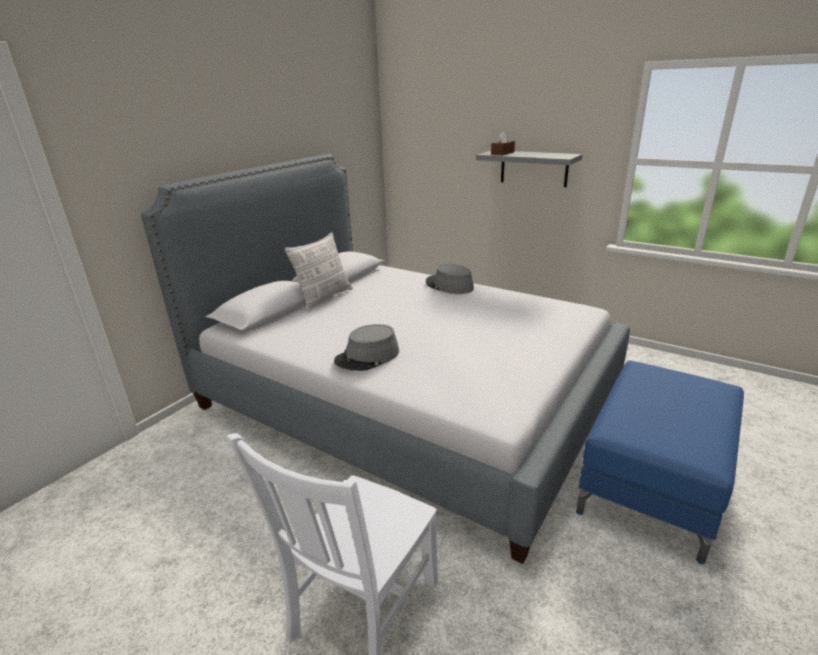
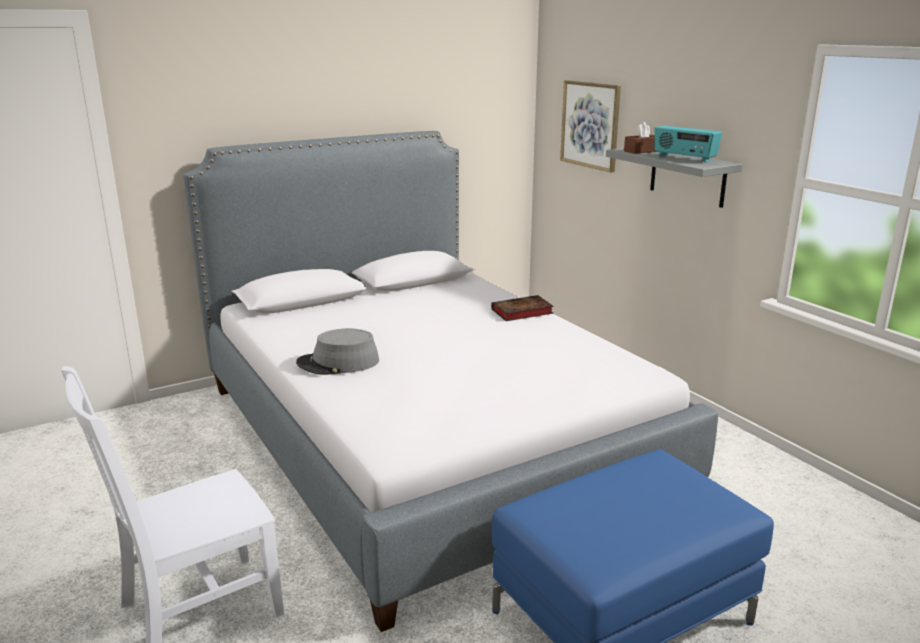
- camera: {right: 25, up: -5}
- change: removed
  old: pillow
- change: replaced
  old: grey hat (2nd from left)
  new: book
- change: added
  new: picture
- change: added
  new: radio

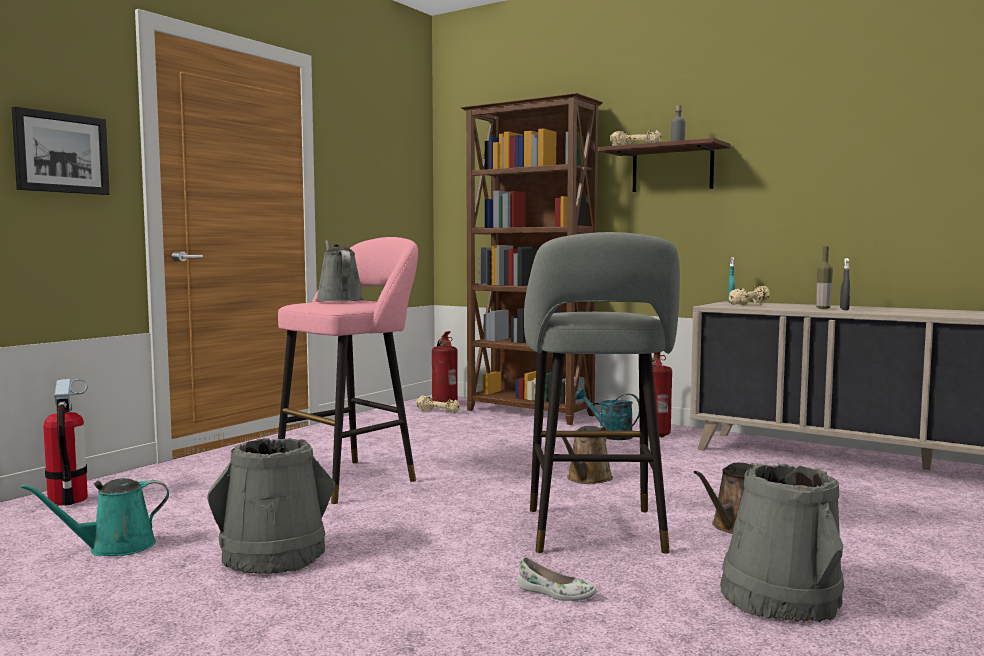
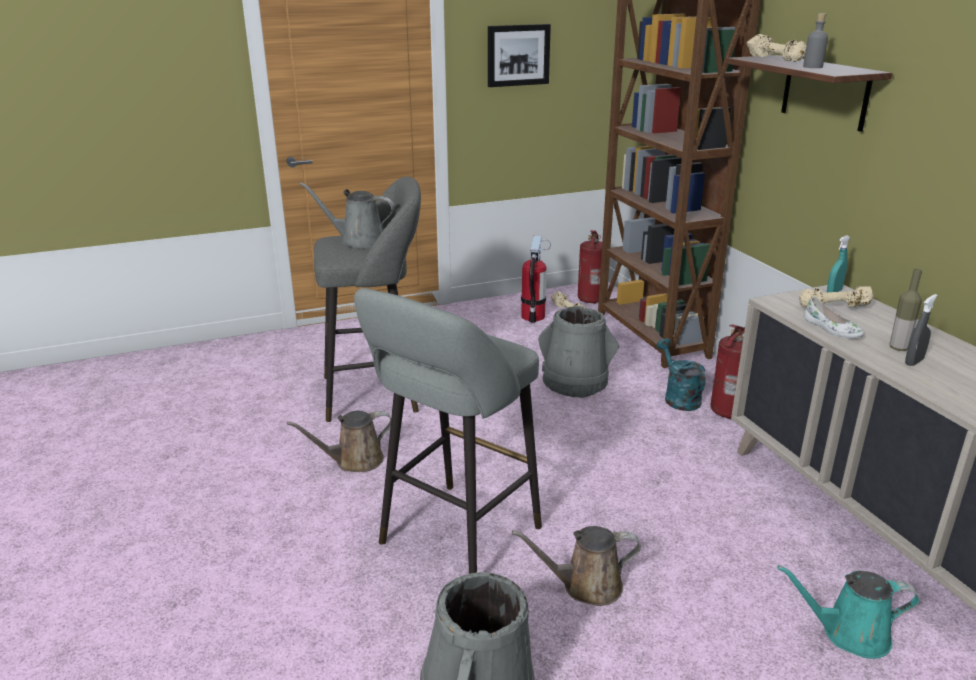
- camera: {right: 35, up: 20}
- change: moved
  old: picture
- change: recoloured
  old: pink stool
  new: grey stool (1st from left)
- change: turned
  old: grey watering can
  degrees: -90
- change: moved
  old: fire extinguisher (1st from left)
- change: moved
  old: brown watering can (1st from left)
- change: moved
  old: grey bucket (1st from left in the first image)
  new: grey bucket (2nd from left)
- change: moved
  old: turquoise watering can (1st from left in the first image)
  new: turquoise watering can (2nd from left)
- change: moved
  old: white shoe

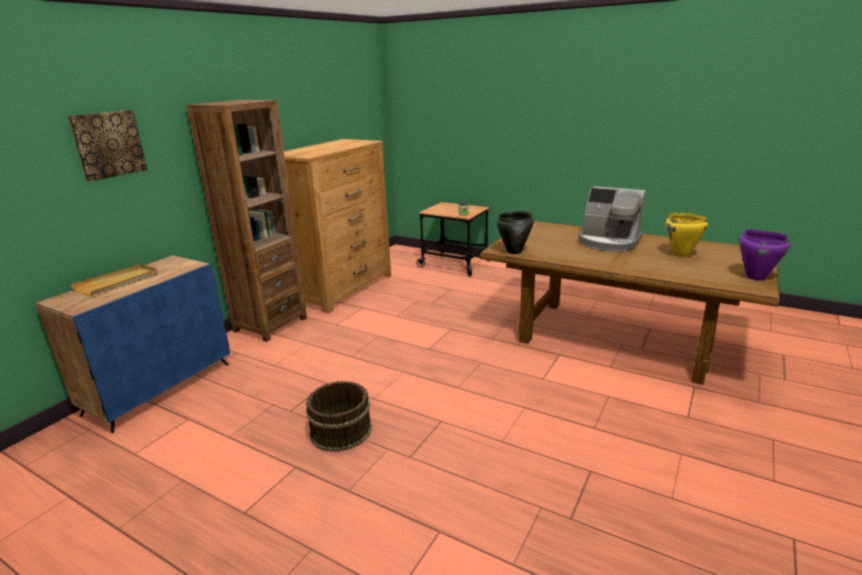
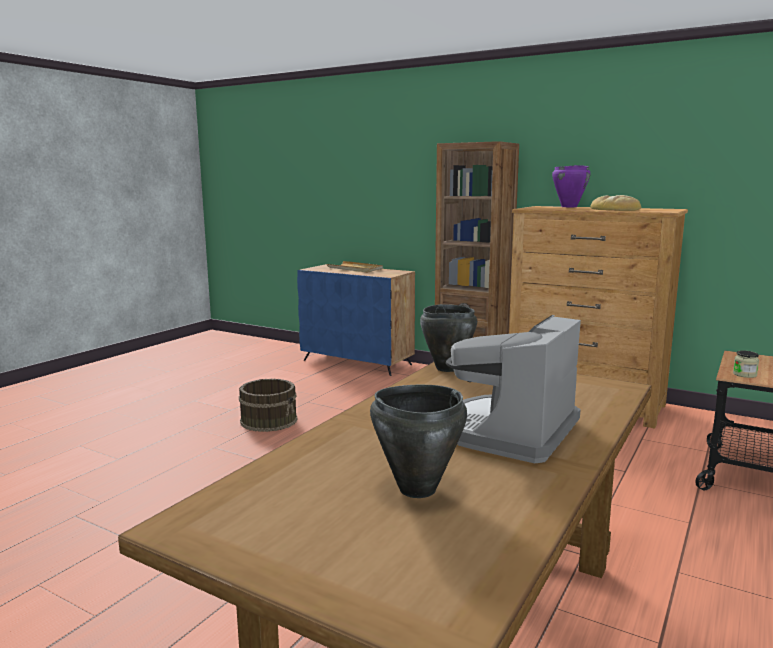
- camera: {right: 90, up: -10}
- change: removed
  old: picture
- change: recoloured
  old: yellow cooking pot
  new: black cooking pot (1st from left)
- change: moved
  old: purple cooking pot
- change: added
  new: bread

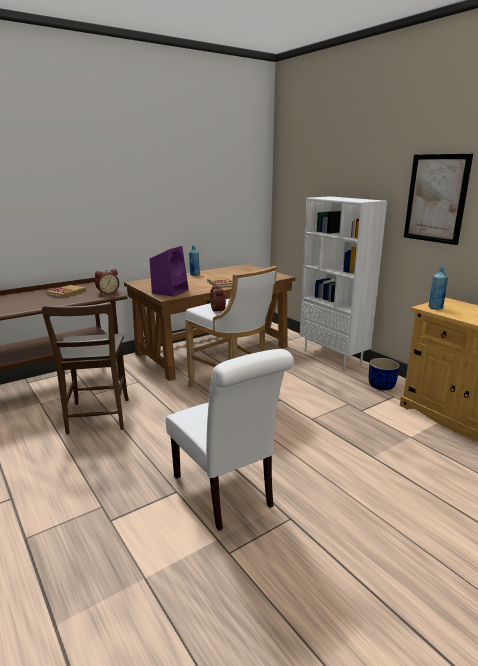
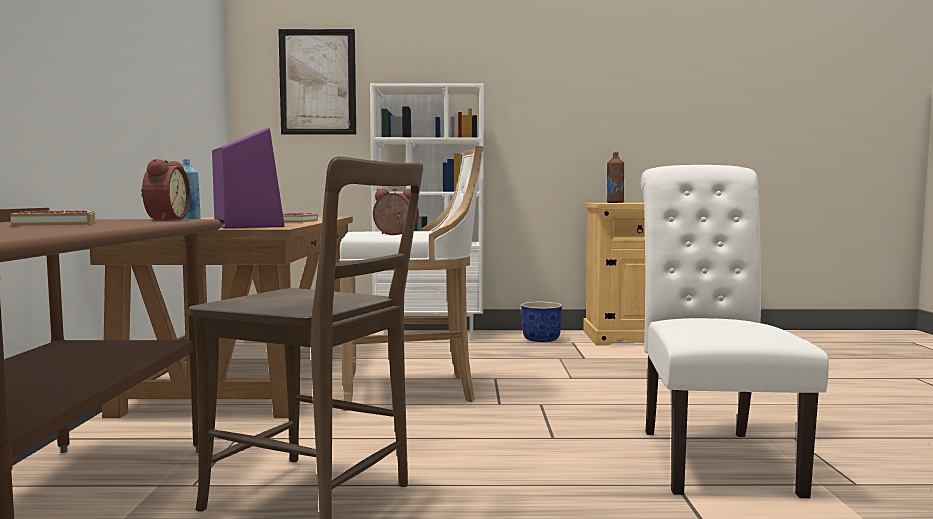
- camera: {right: -55, up: -15}
- change: moved
  old: picture
- change: recoloured
  old: blue bottle (2nd from left)
  new: brown bottle
- change: turned
  old: white chair
  degrees: -90

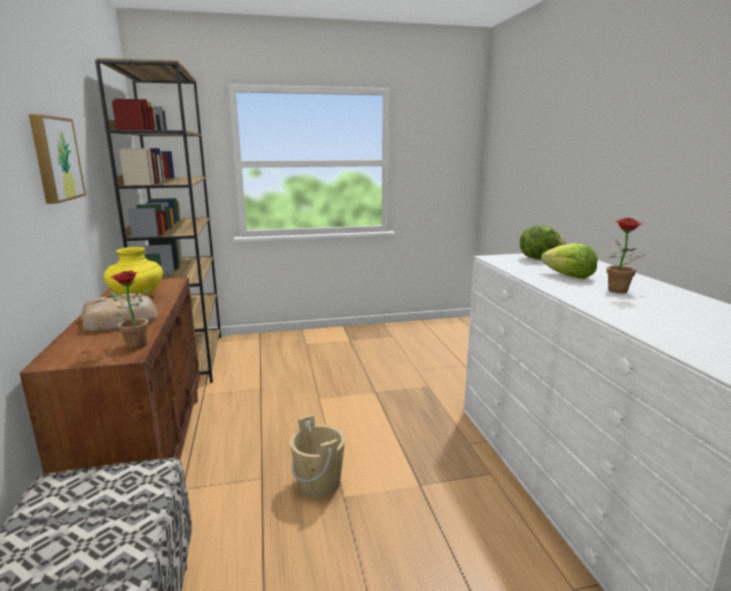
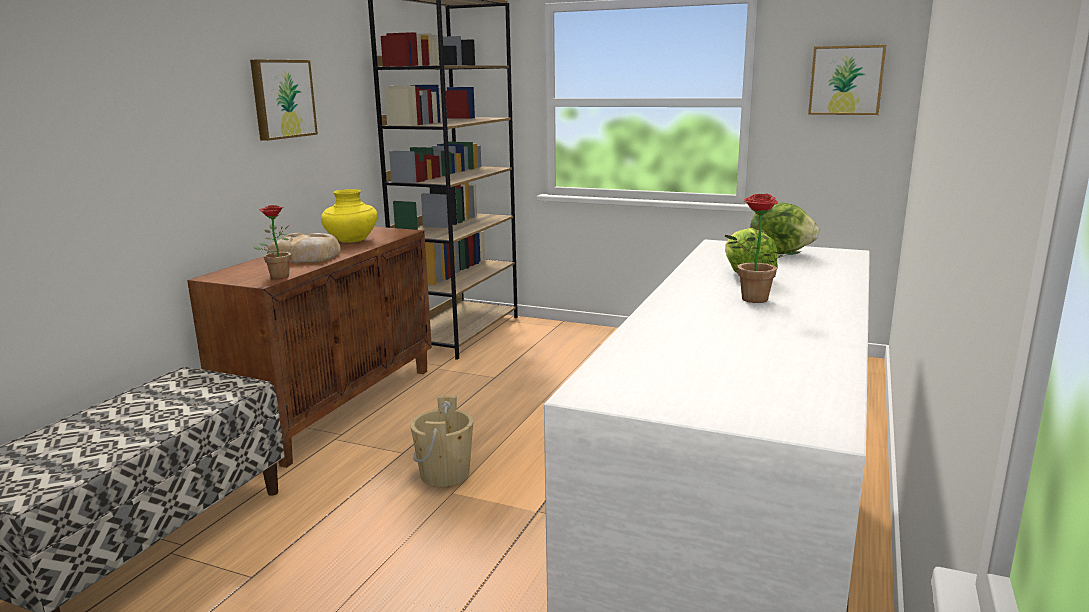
- camera: {right: 35, up: 0}
- change: added
  new: picture (2nd from left)

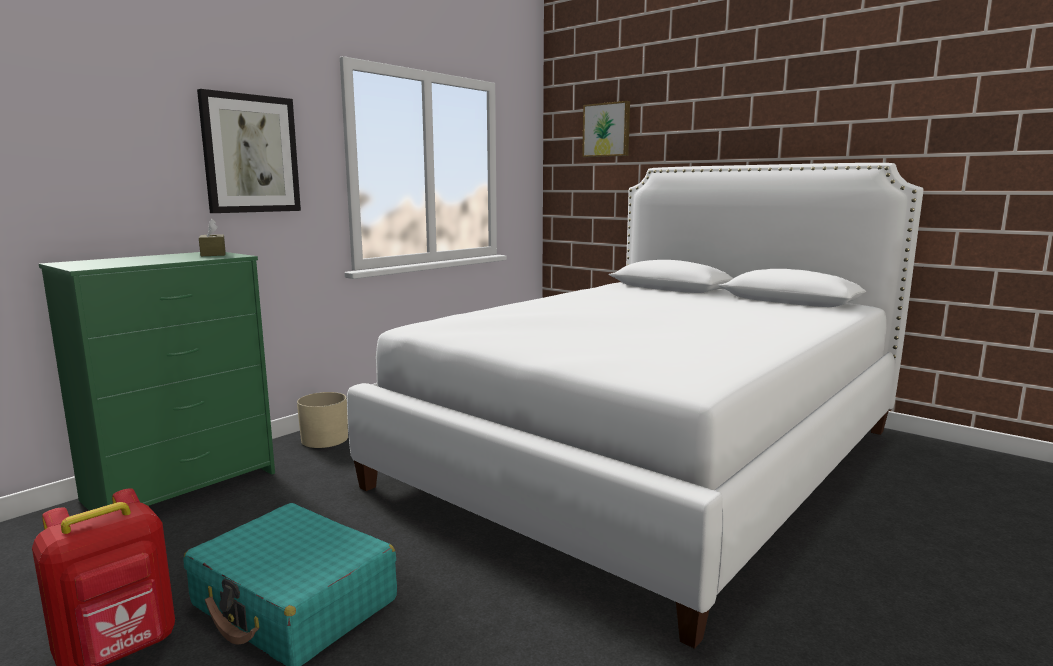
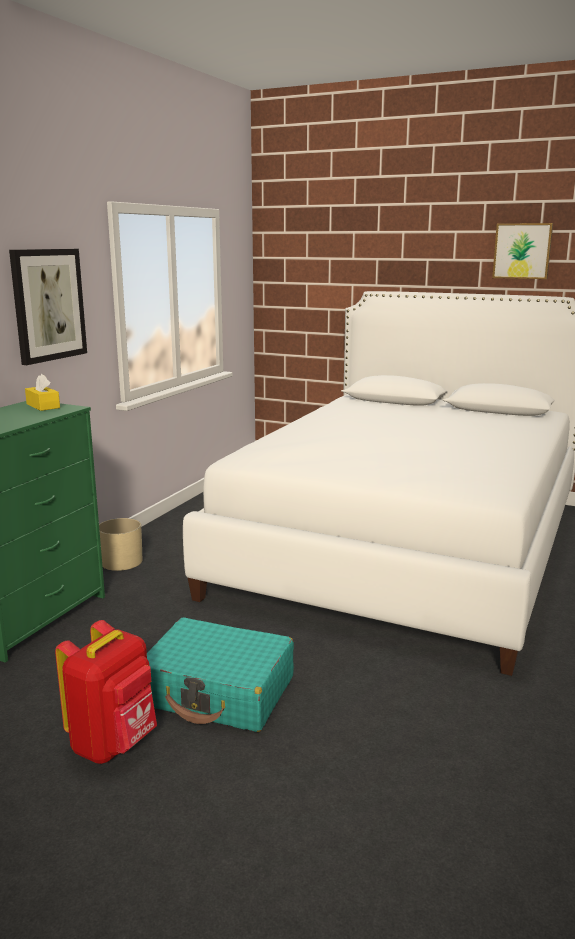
- camera: {right: -15, up: 5}
- change: moved
  old: picture (2nd from left)
- change: recoloured
  old: brown tissue box
  new: yellow tissue box

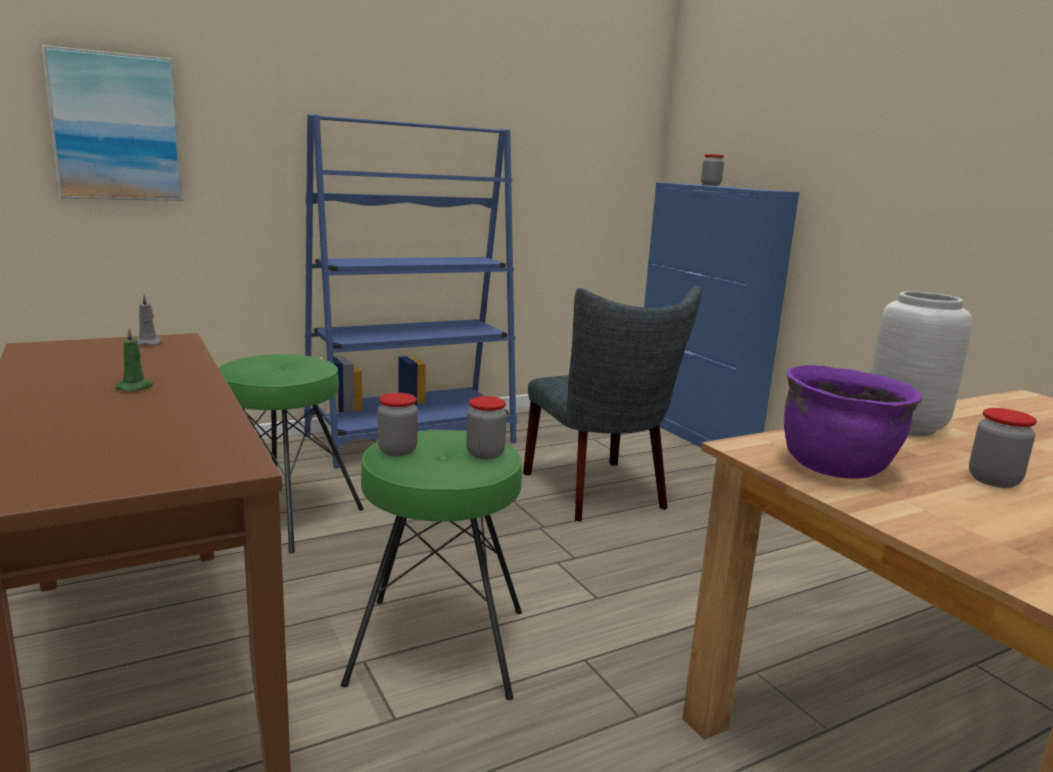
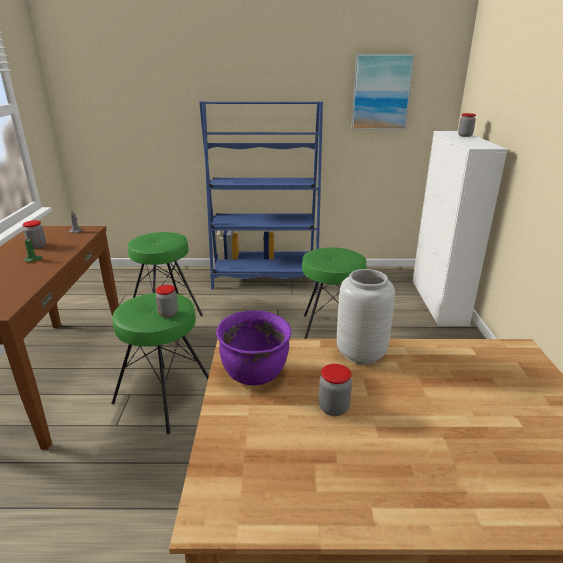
- camera: {right: 30, up: 10}
- change: moved
  old: picture
- change: recoloured
  old: blue cabinet
  new: white cabinet
- change: replaced
  old: grey chair
  new: green stool (3rd from left)
- change: moved
  old: jar (1st from left)

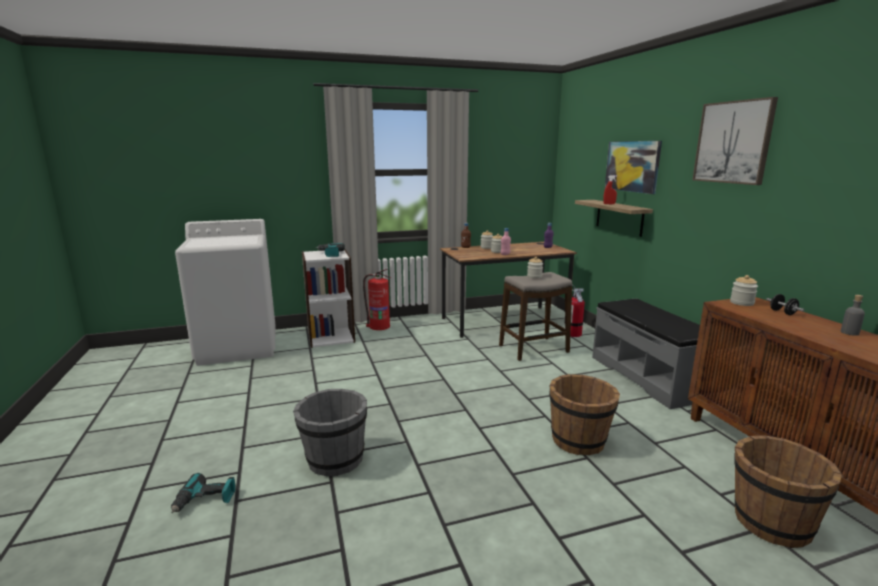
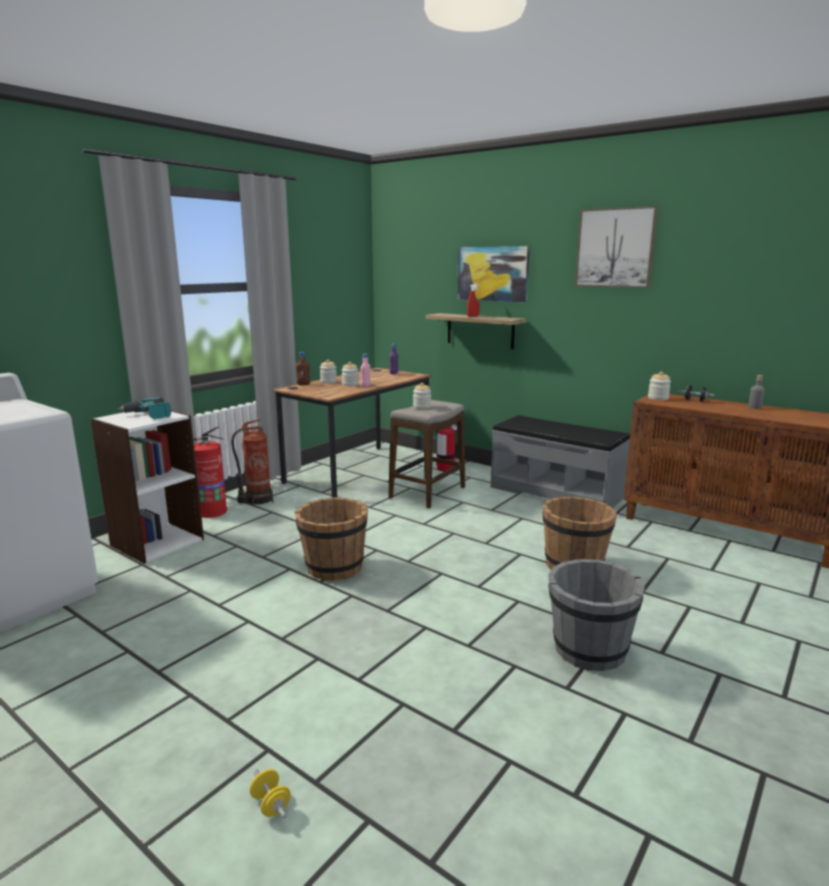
- camera: {right: -35, up: 0}
- change: moved
  old: grey bucket
- change: moved
  old: brown bucket (2nd from left in the first image)
  new: brown bucket (1st from left)
- change: replaced
  old: power drill (1st from left)
  new: yellow dumbbell
- change: added
  new: fire extinguisher (2nd from left)

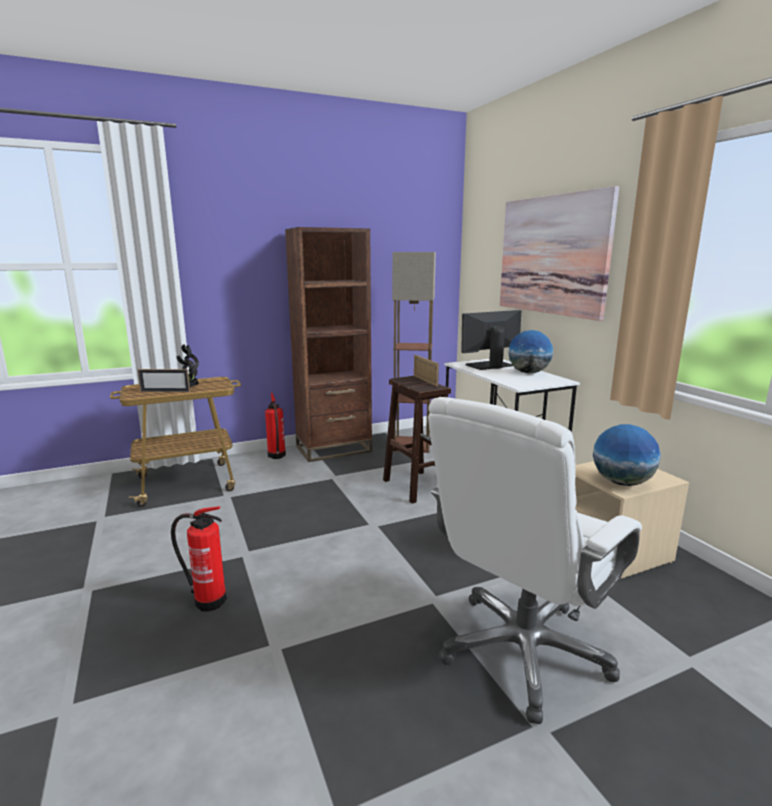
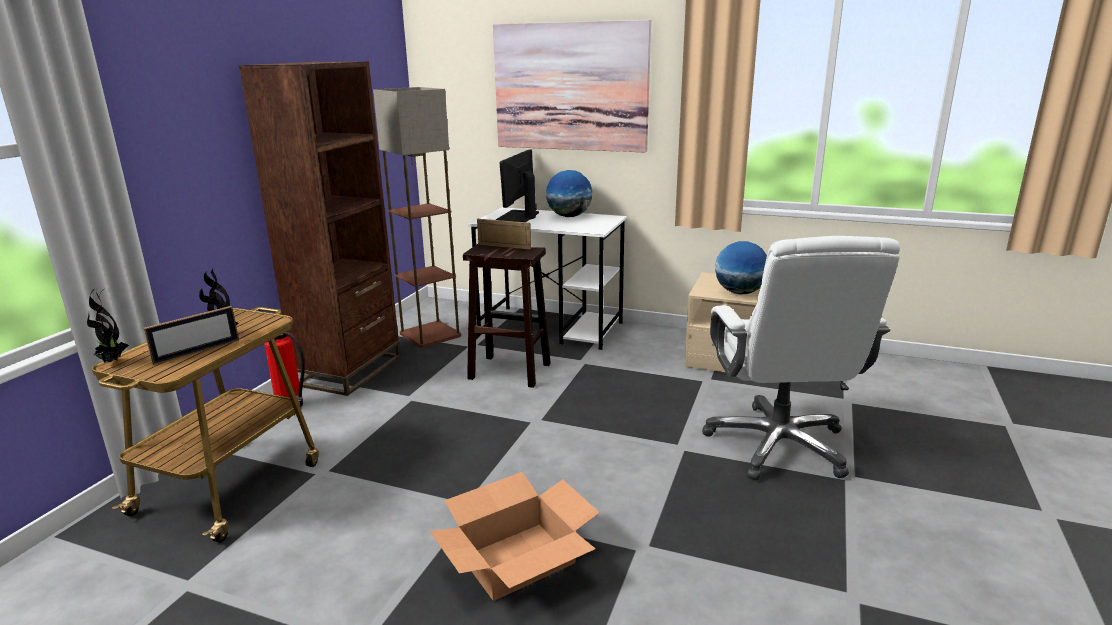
- camera: {right: -45, up: 5}
- change: replaced
  old: fire extinguisher (1st from left)
  new: cardboard box
- change: added
  new: potted plant (1st from left)

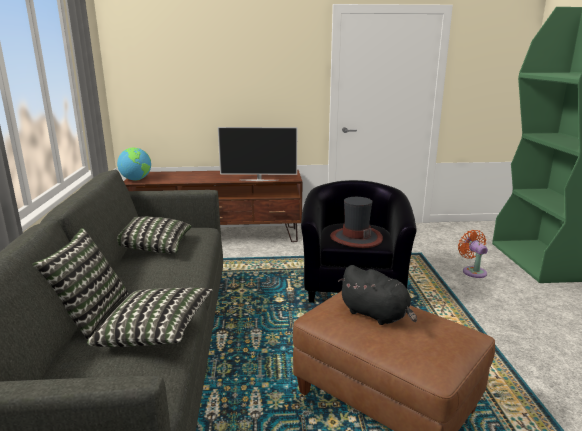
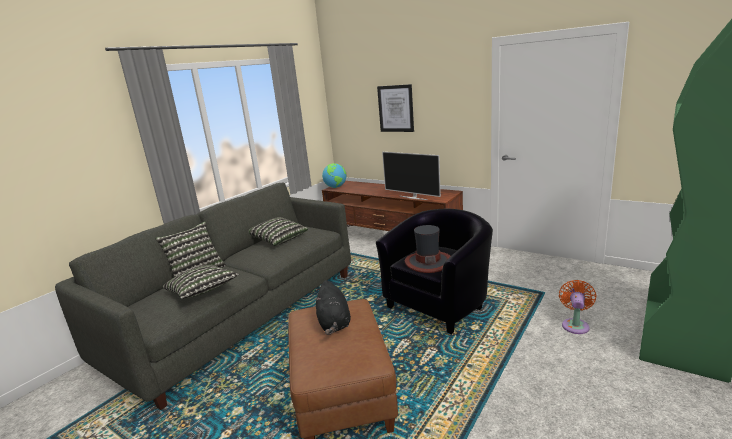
- camera: {right: 40, up: 0}
- change: added
  new: picture

